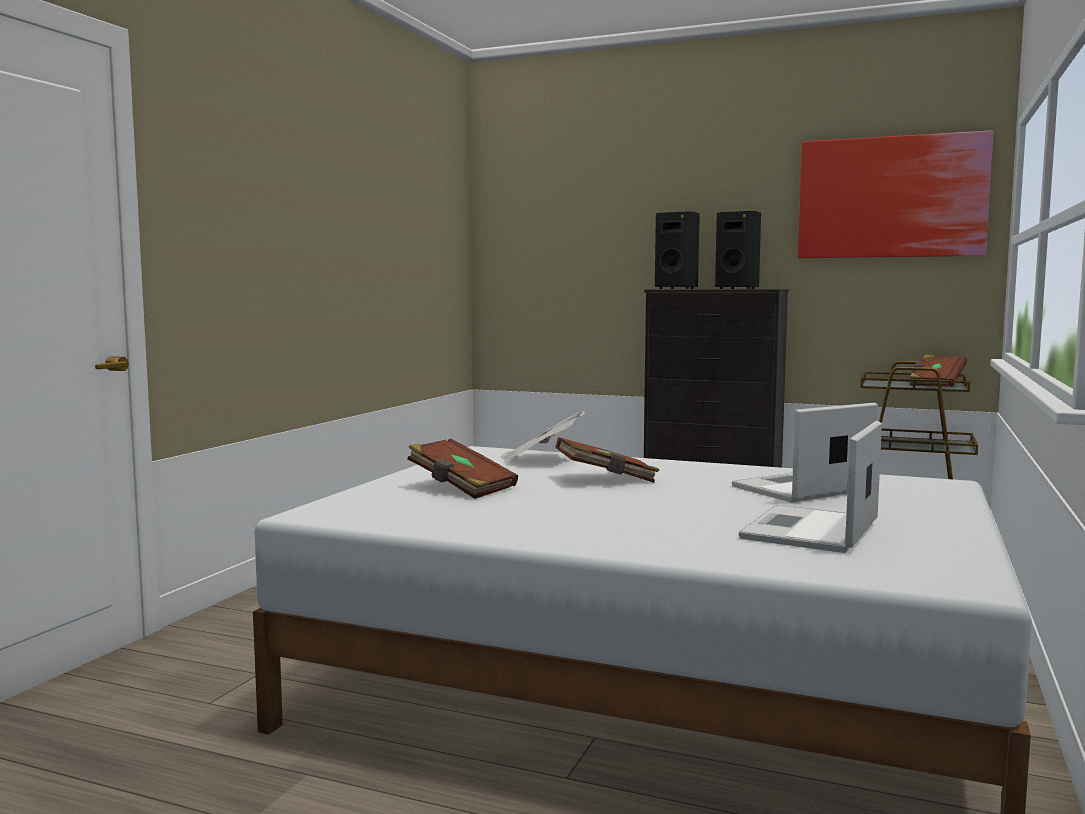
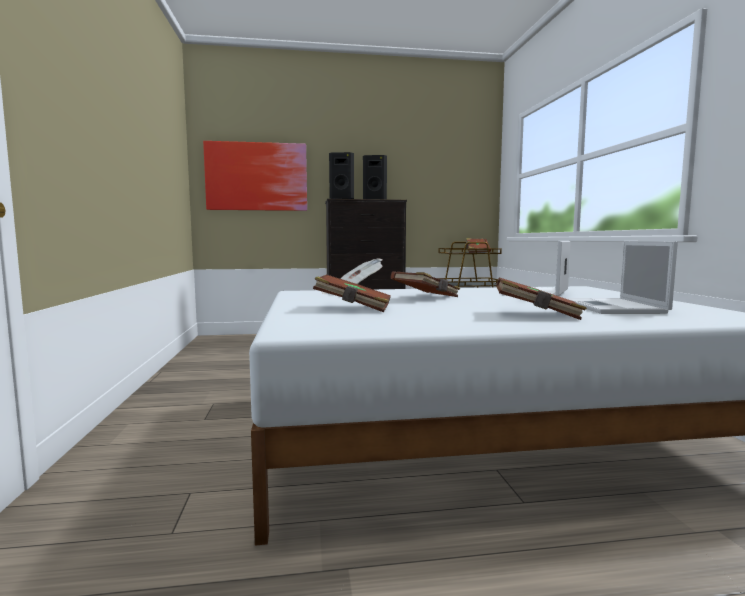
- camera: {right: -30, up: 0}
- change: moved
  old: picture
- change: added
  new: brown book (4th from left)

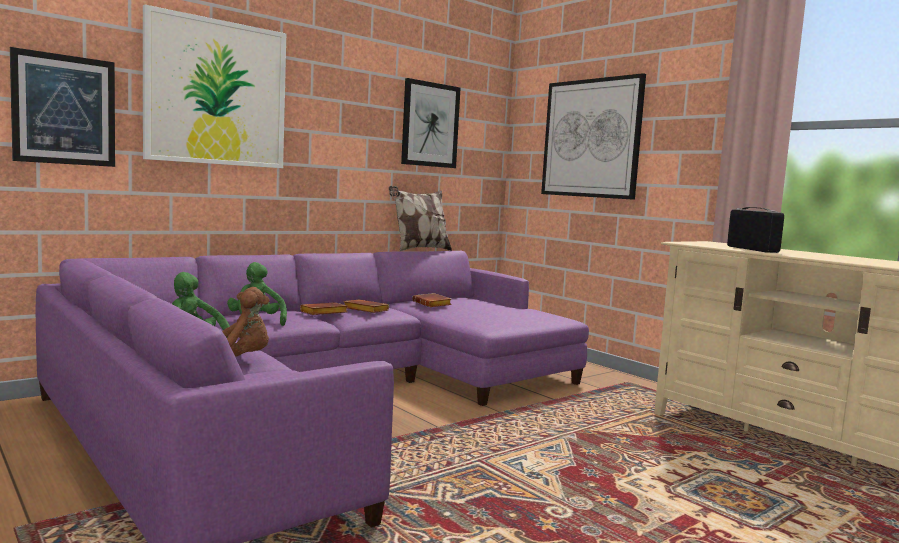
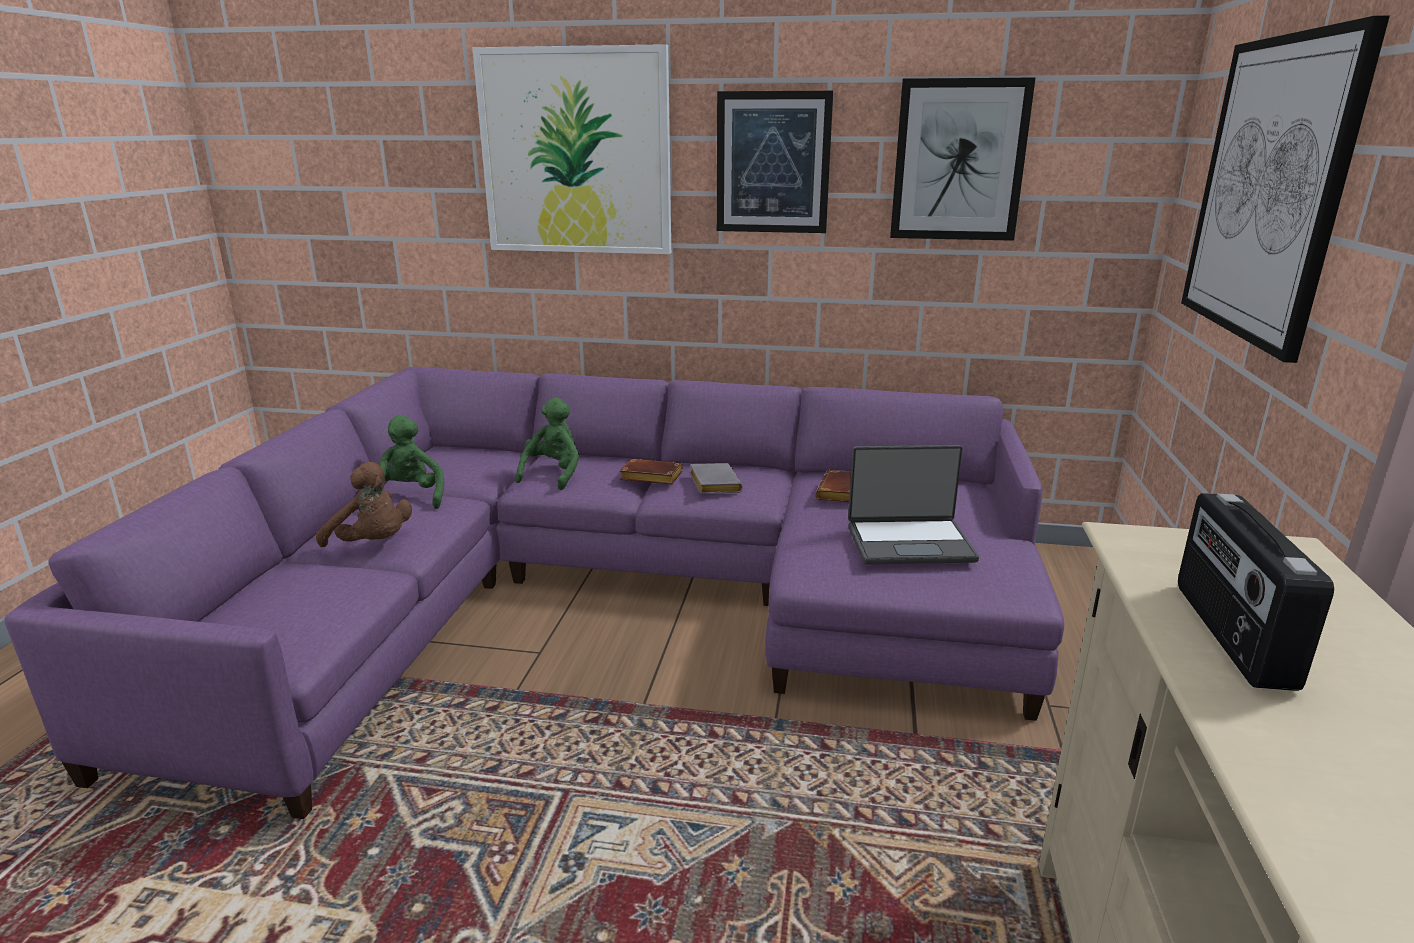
- camera: {right: 50, up: 15}
- change: moved
  old: picture (1st from left in the first image)
  new: picture (2nd from left)
- change: removed
  old: pillow
- change: turned
  old: radio
  degrees: 150
- change: recoloured
  old: brown book (2nd from left)
  new: grey book
- change: added
  new: laptop

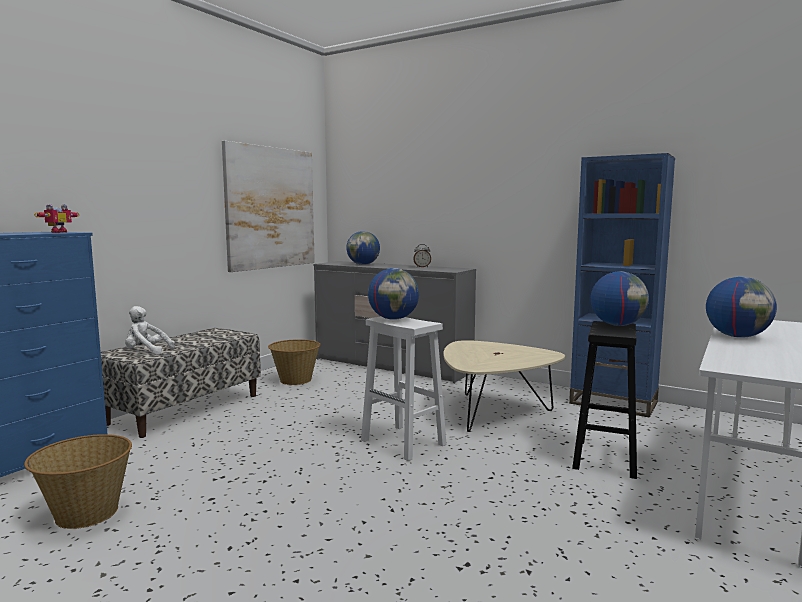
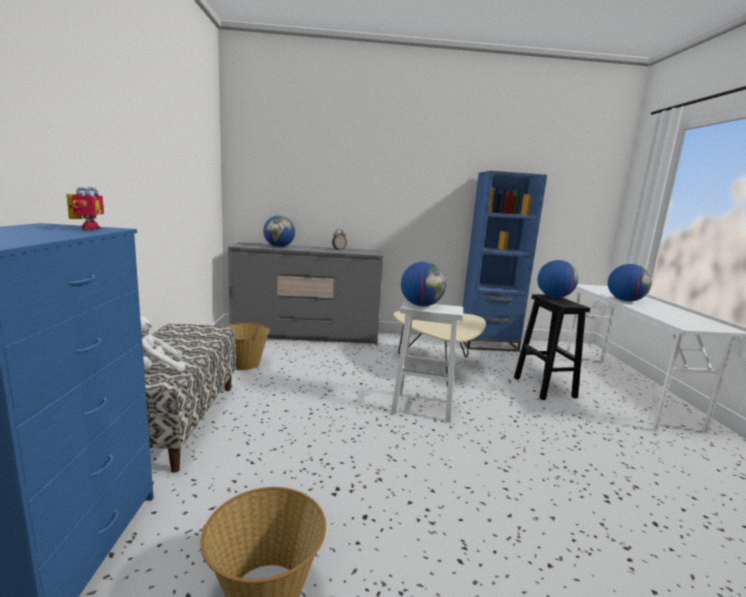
- camera: {right: -35, up: 5}
- change: removed
  old: picture

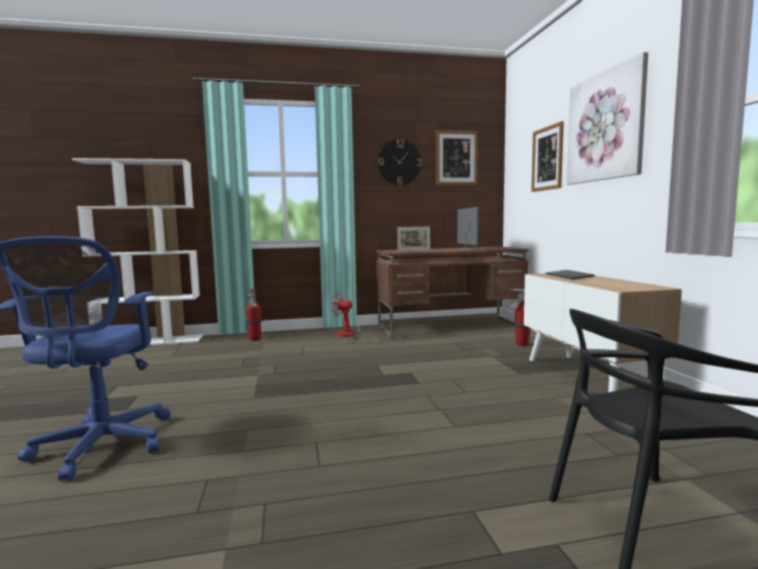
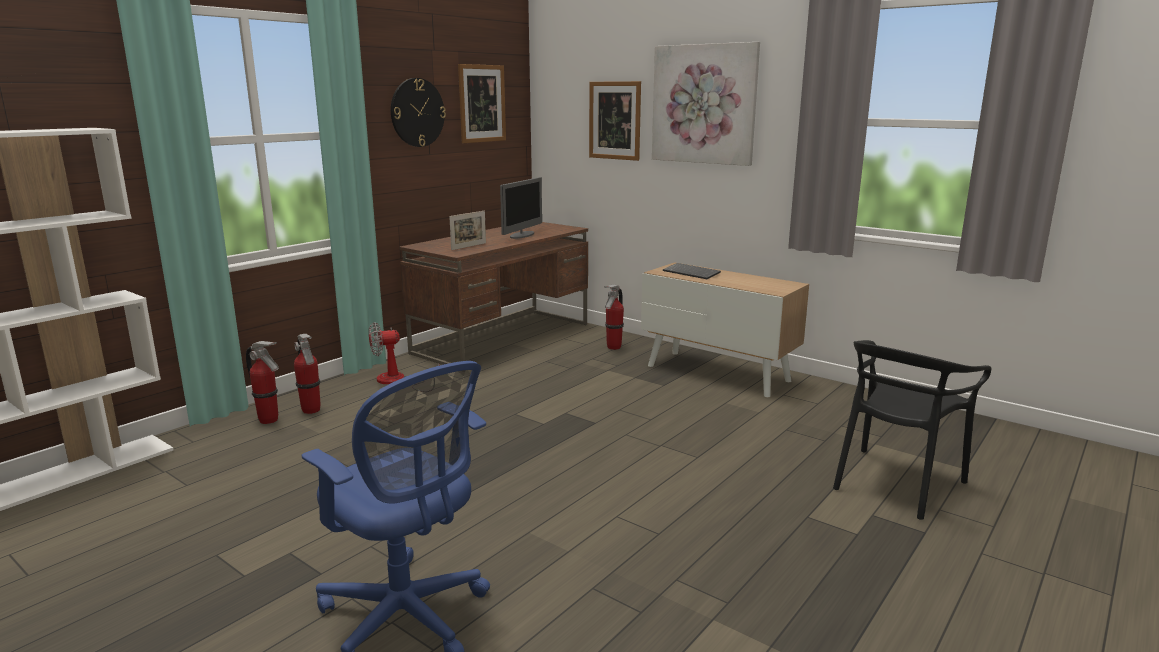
- camera: {right: -40, up: 10}
- change: turned
  old: monitor
  degrees: 75
- change: added
  new: fire extinguisher (2nd from left)

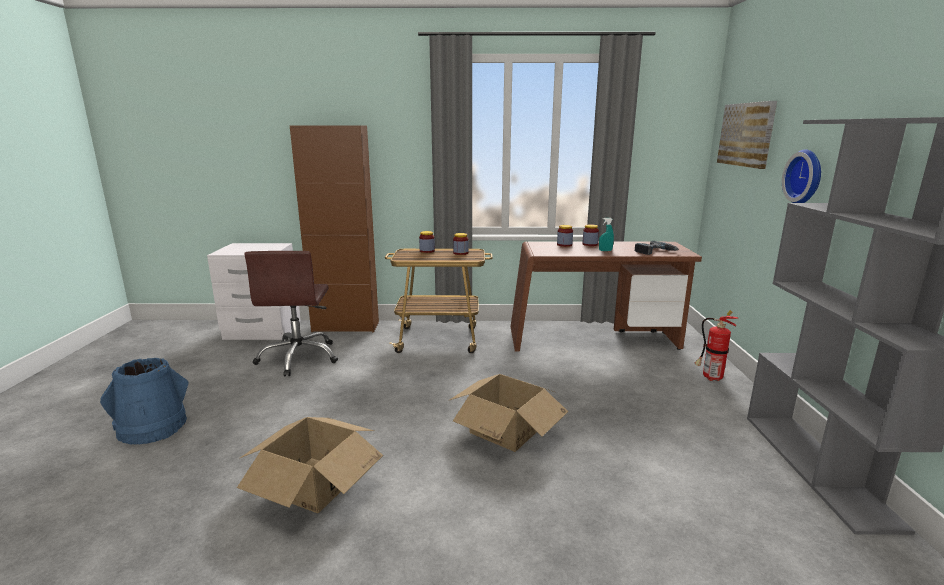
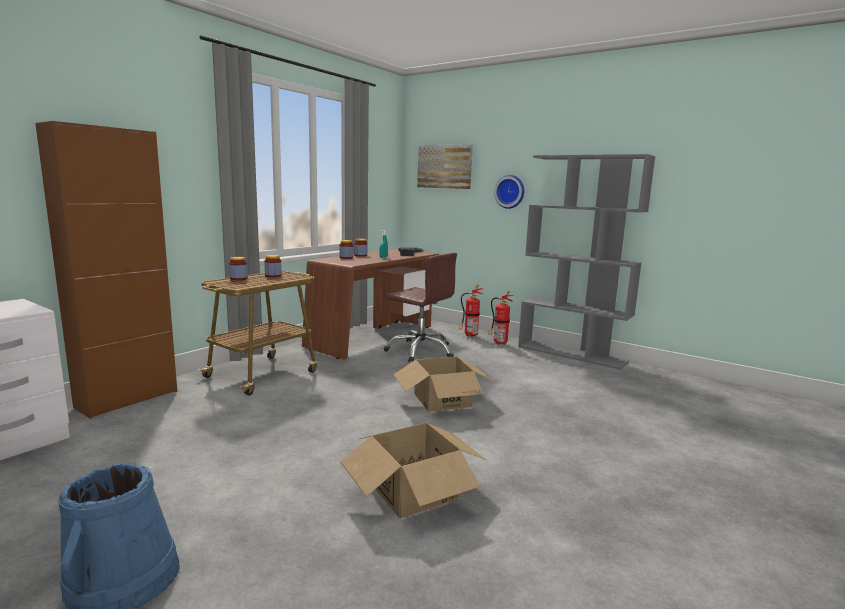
- camera: {right: -55, up: -5}
- change: moved
  old: brown office chair
- change: added
  new: fire extinguisher (2nd from left)

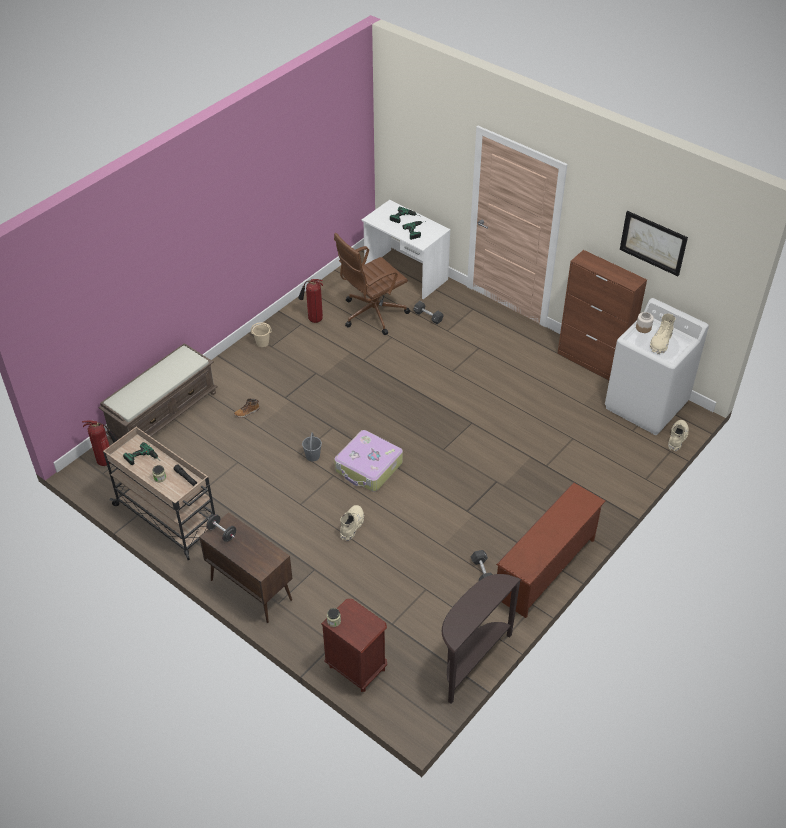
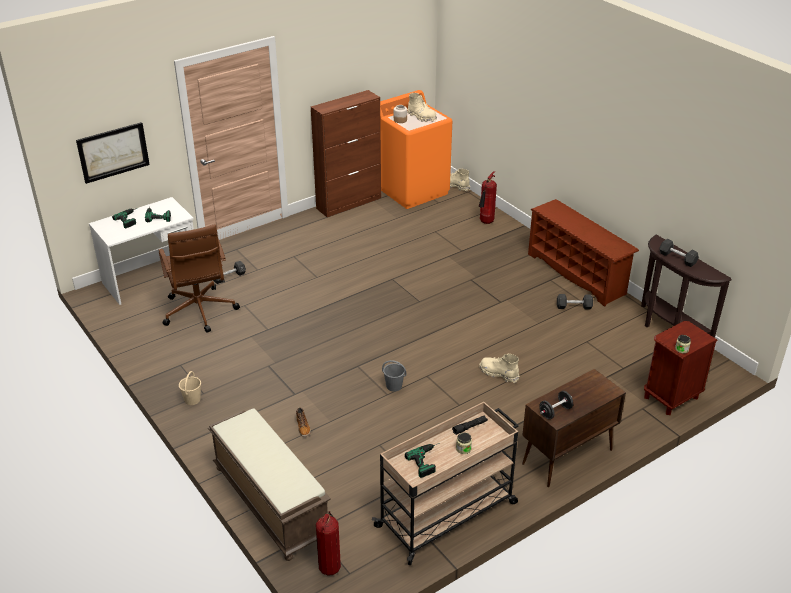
- camera: {right: -75, up: -10}
- change: moved
  old: picture
- change: moved
  old: fire extinguisher (2nd from left)
- change: recoloured
  old: white washing machine
  new: orange washing machine
- change: removed
  old: suitcase
- change: added
  new: black dumbbell (4th from left)

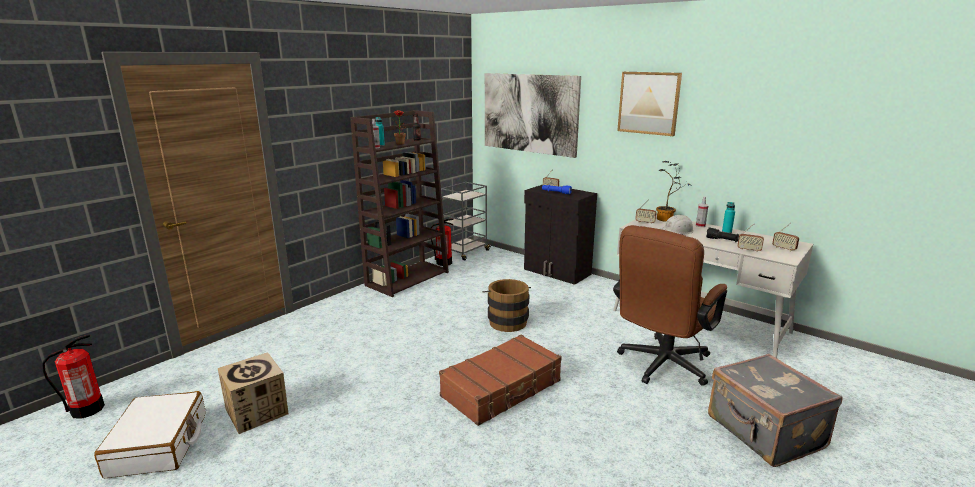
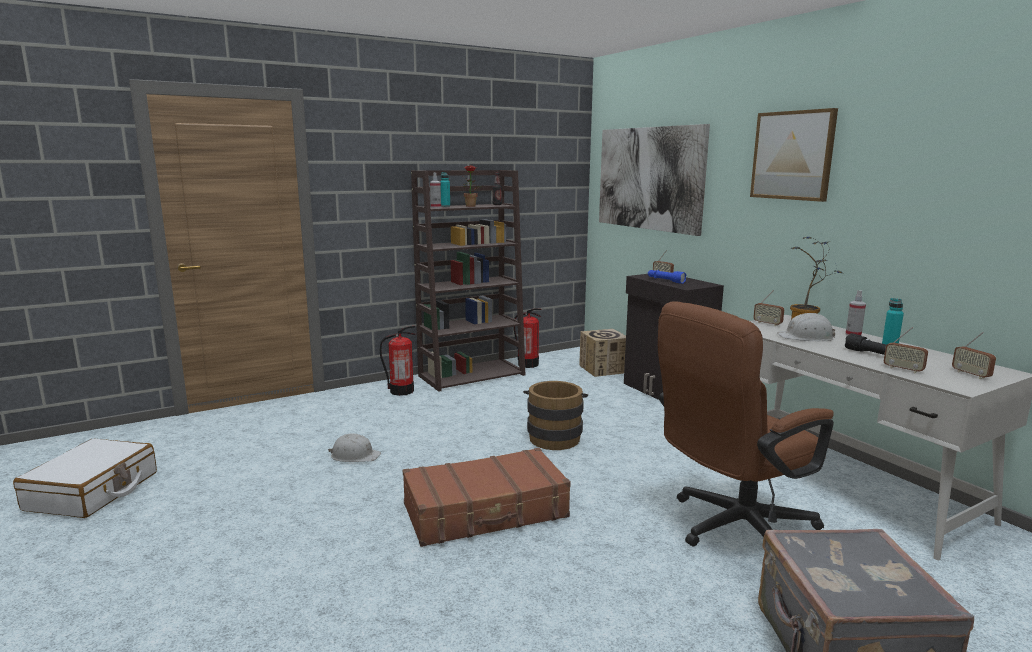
- camera: {right: 20, up: -5}
- change: removed
  old: grey cart
- change: moved
  old: fire extinguisher (1st from left)
- change: moved
  old: cardboard box
- change: added
  new: white hard hat (1st from left)

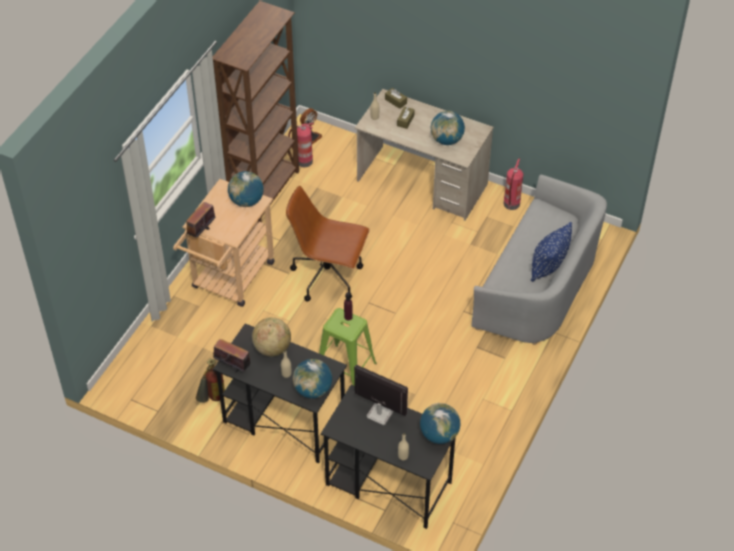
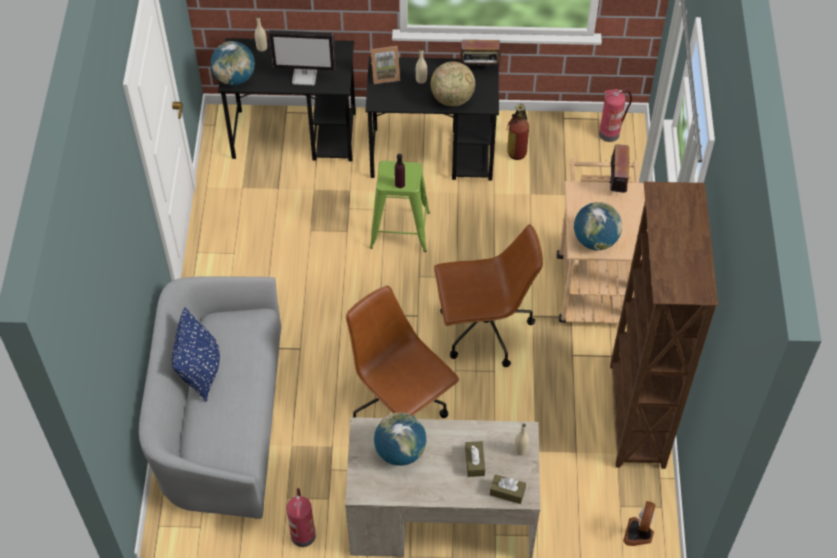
- camera: {right: 155, up: 5}
- change: moved
  old: fire extinguisher (2nd from left in the first image)
  new: fire extinguisher (3rd from left)
- change: replaced
  old: globe (3rd from left)
  new: picture frame
- change: added
  new: brown office chair (1st from left)

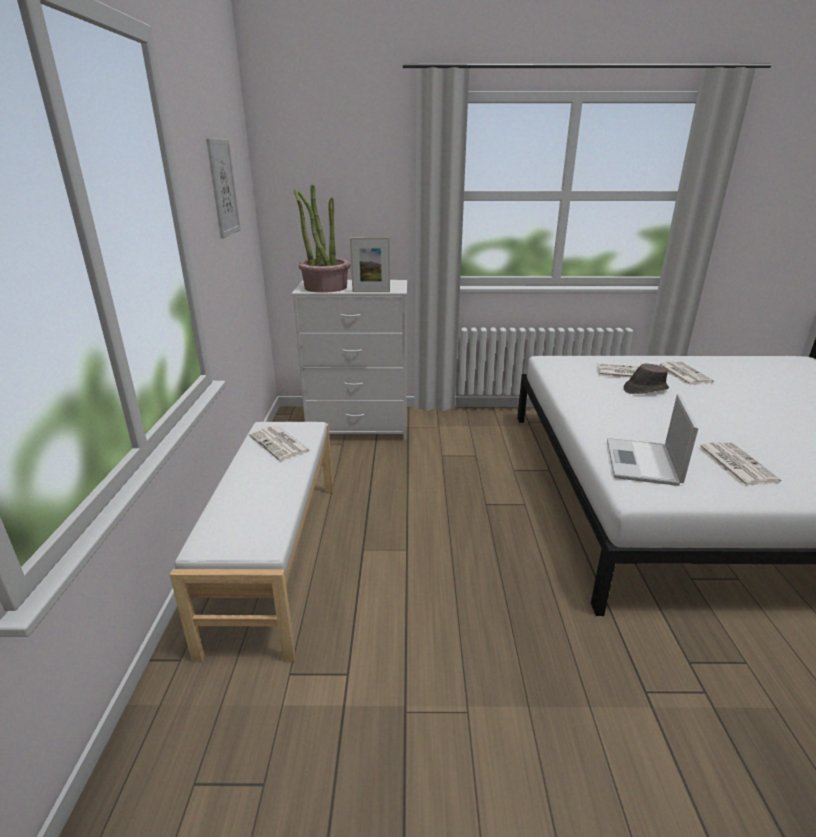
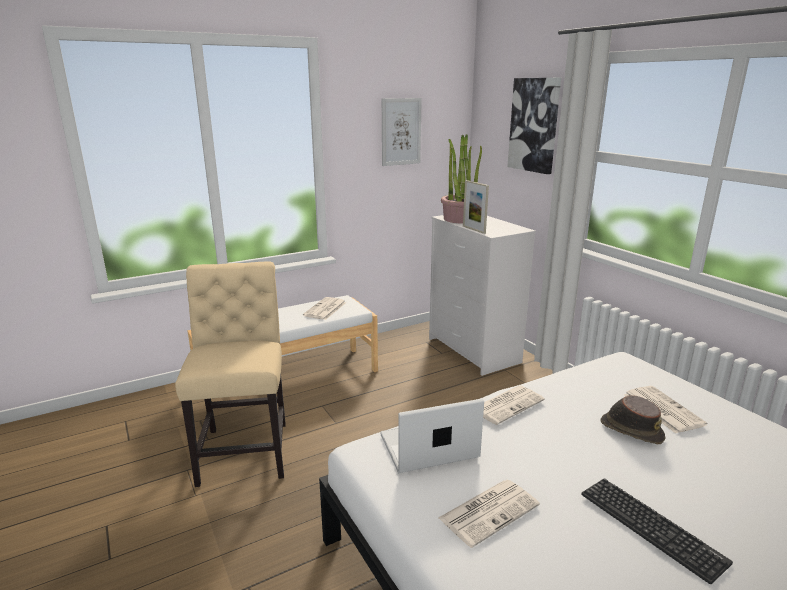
- camera: {right: 60, up: -5}
- change: moved
  old: newspaper (3rd from left)
- change: added
  new: picture (2nd from left)
- change: added
  new: beige chair
- change: added
  new: keyboard

